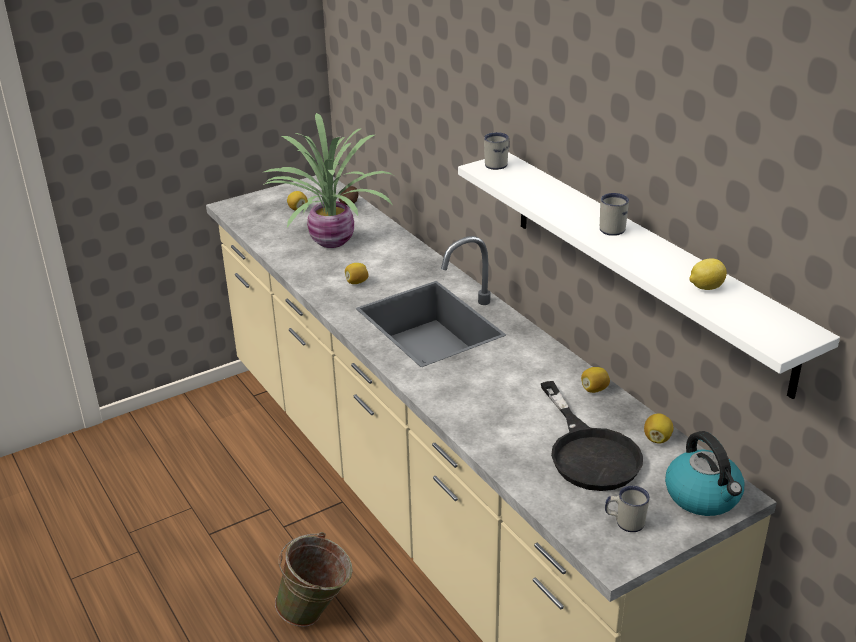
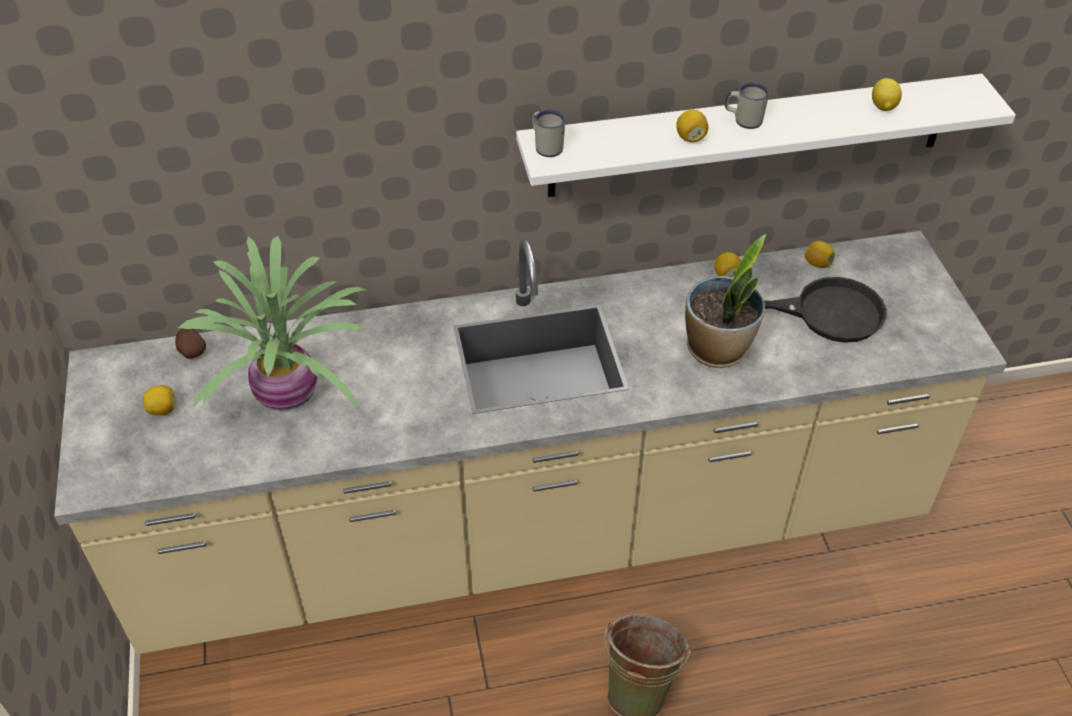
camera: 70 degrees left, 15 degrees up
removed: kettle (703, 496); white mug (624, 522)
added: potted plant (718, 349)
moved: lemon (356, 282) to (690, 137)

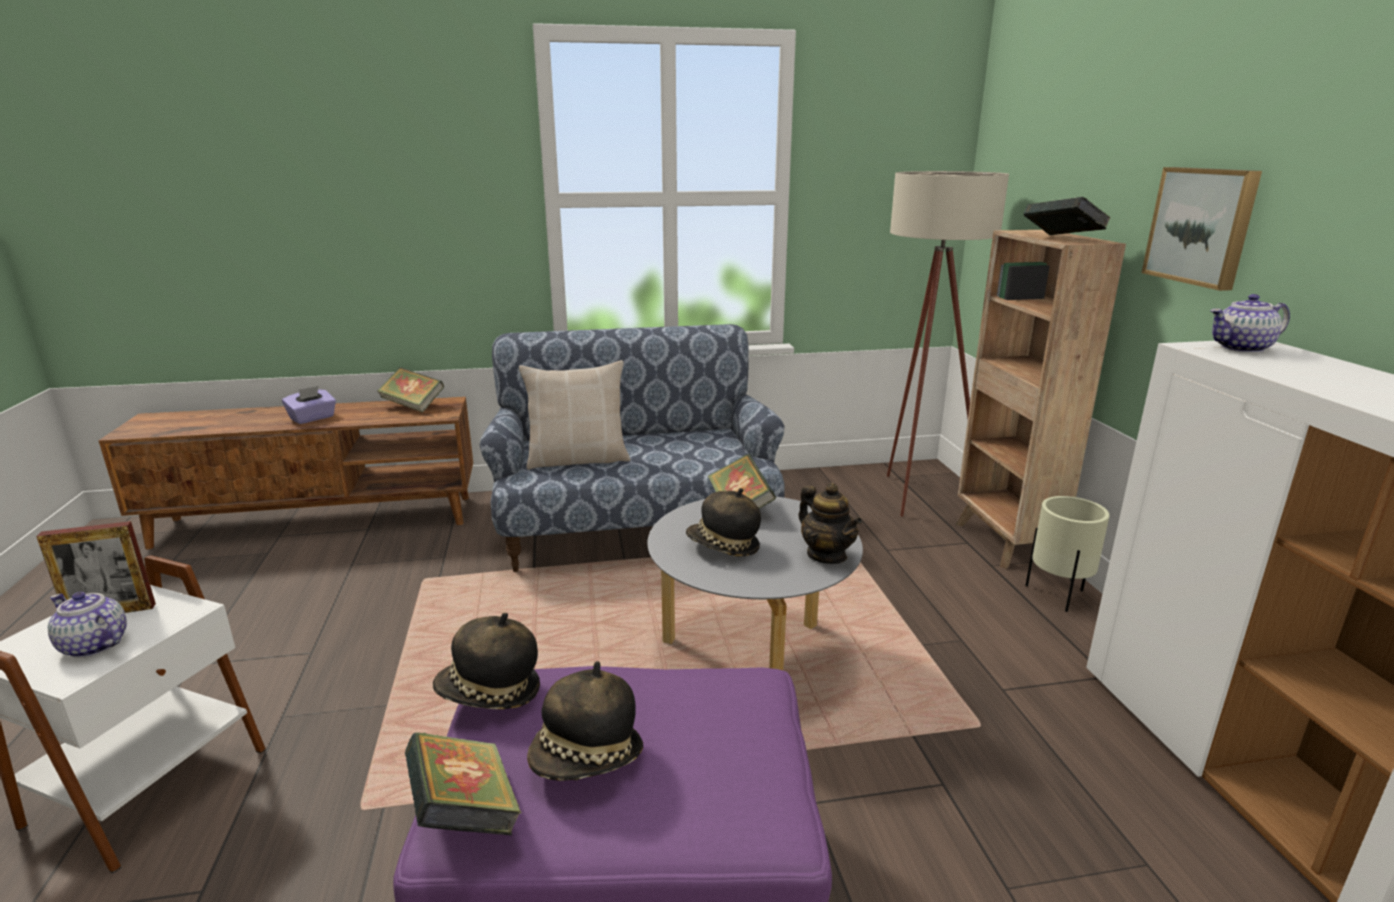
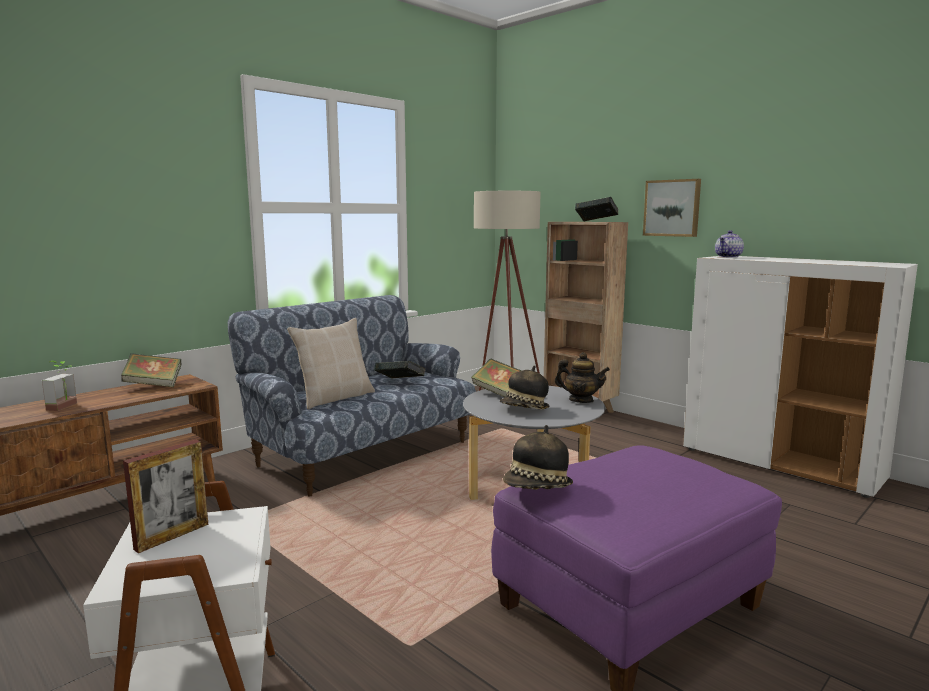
camera: 35 degrees left, 10 degrees down
removed: beige planter (1058, 596); teapot (93, 645); hat (587, 759)
moved: book (465, 814) to (400, 383)
replaced: purple tissue box (313, 418) to potted plant (66, 407)

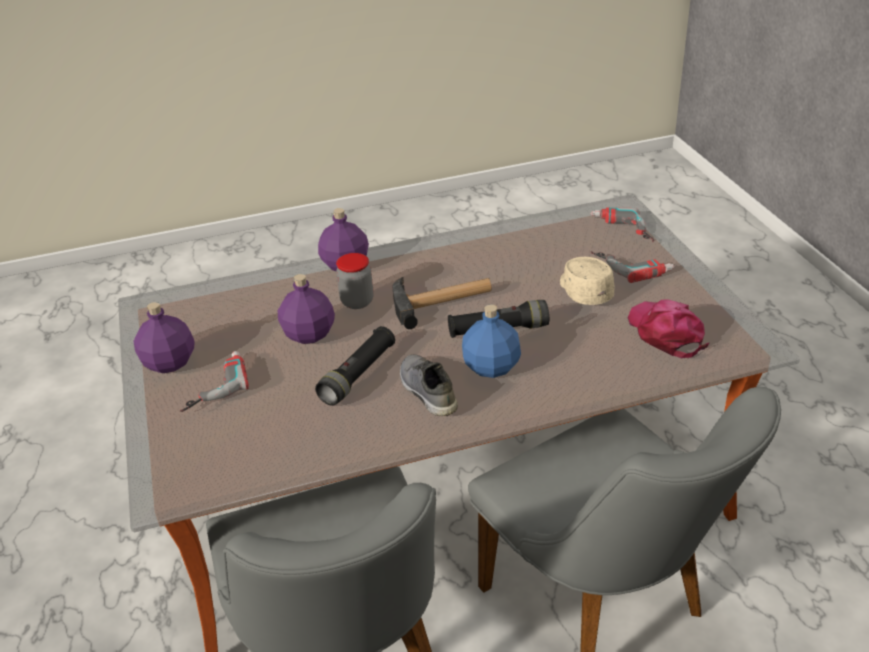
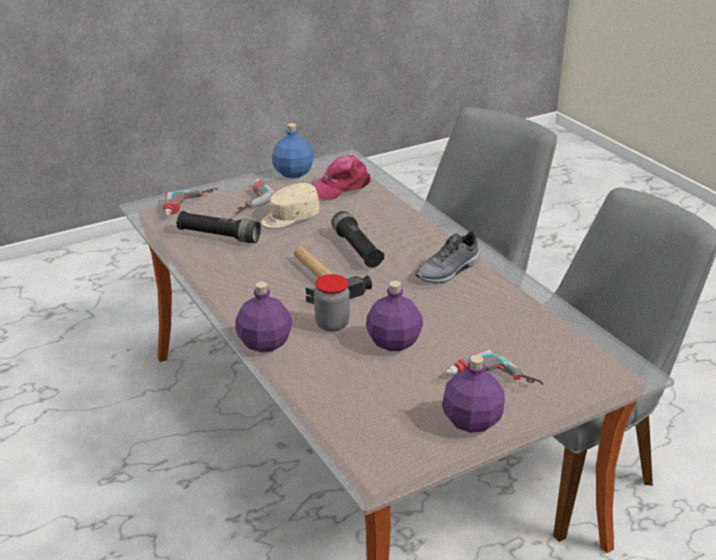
camera: 105 degrees left, 5 degrees down
moved: blue bottle (491, 367) to (294, 173); black flashlight (358, 375) to (219, 236)

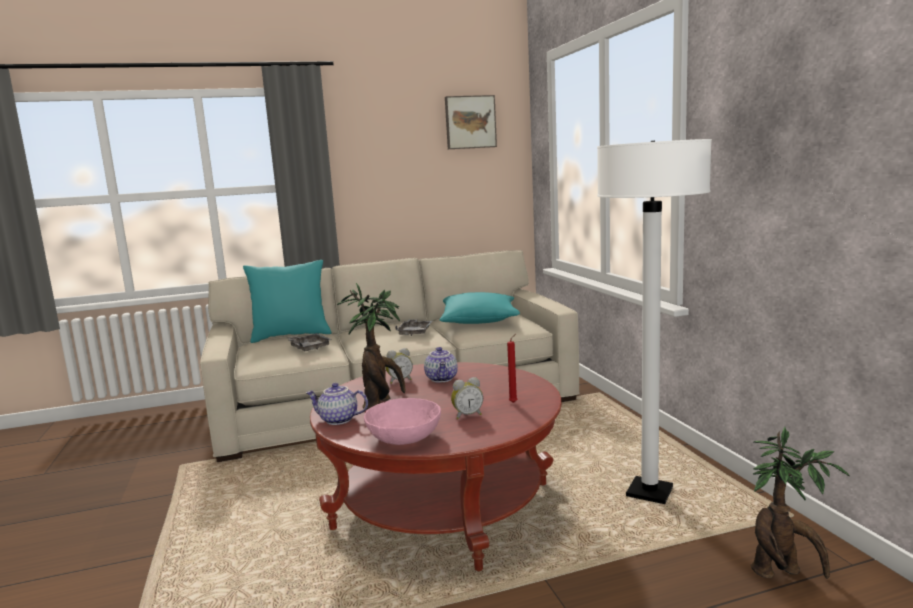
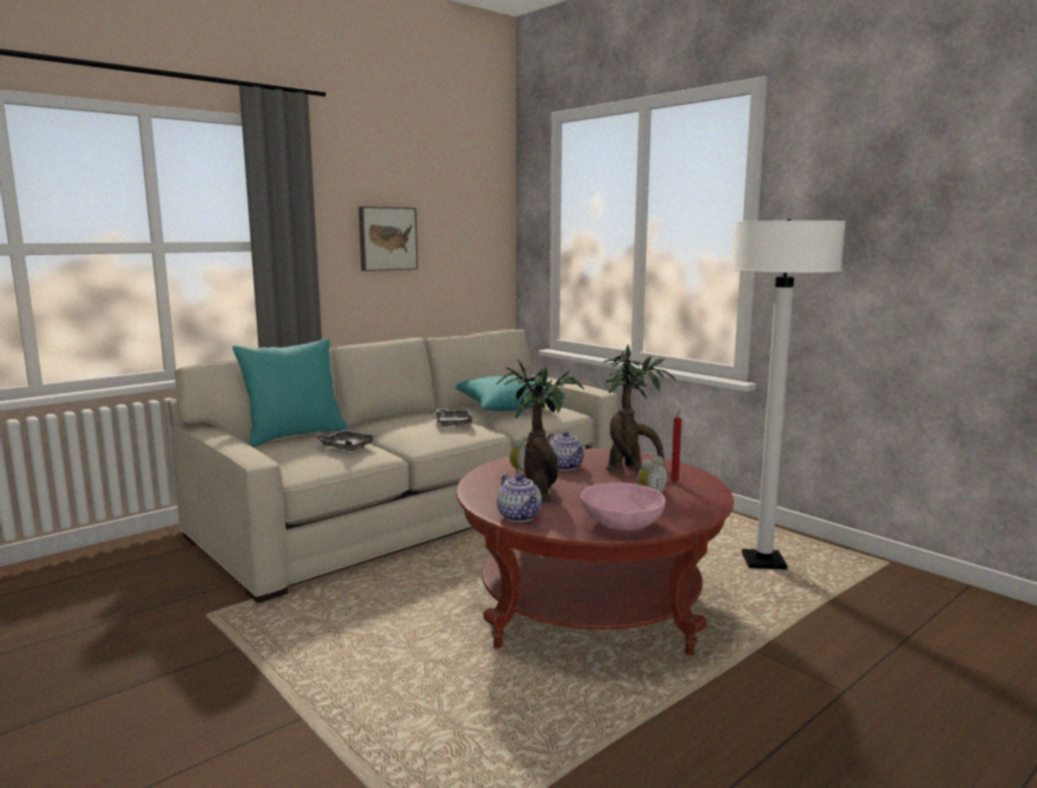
camera: 25 degrees left, 0 degrees up
moved: picture (470, 122) to (387, 238); potted plant (783, 572) to (630, 469)
turned: teapot (338, 420) = (520, 516) 105 degrees counterclockwise

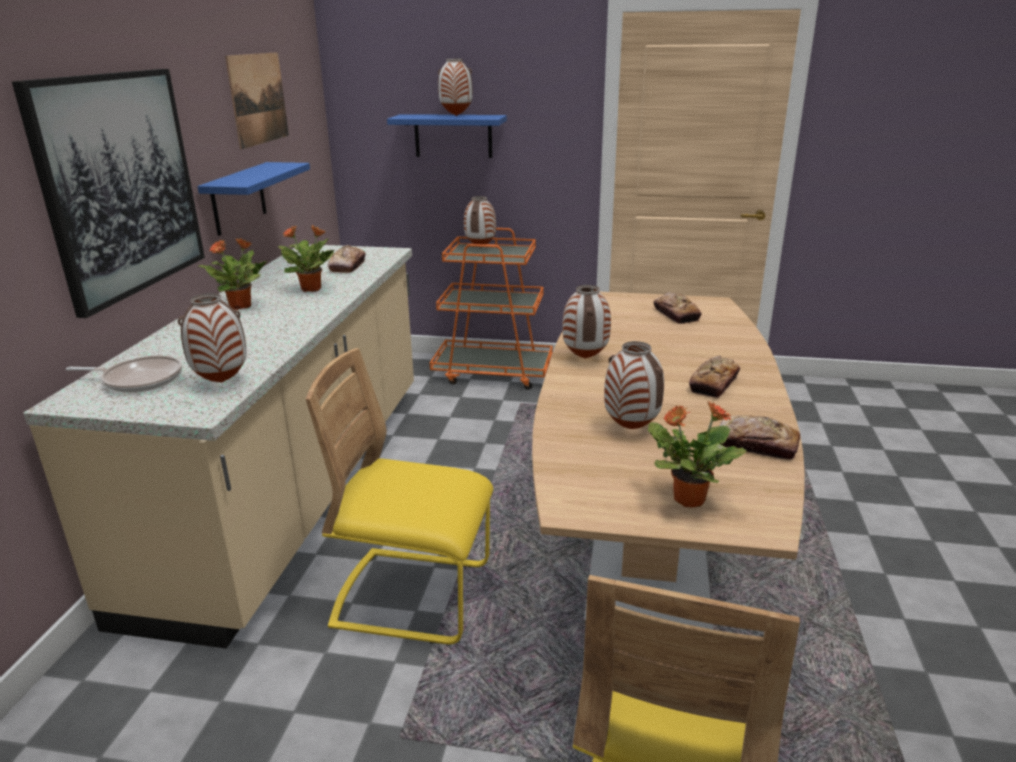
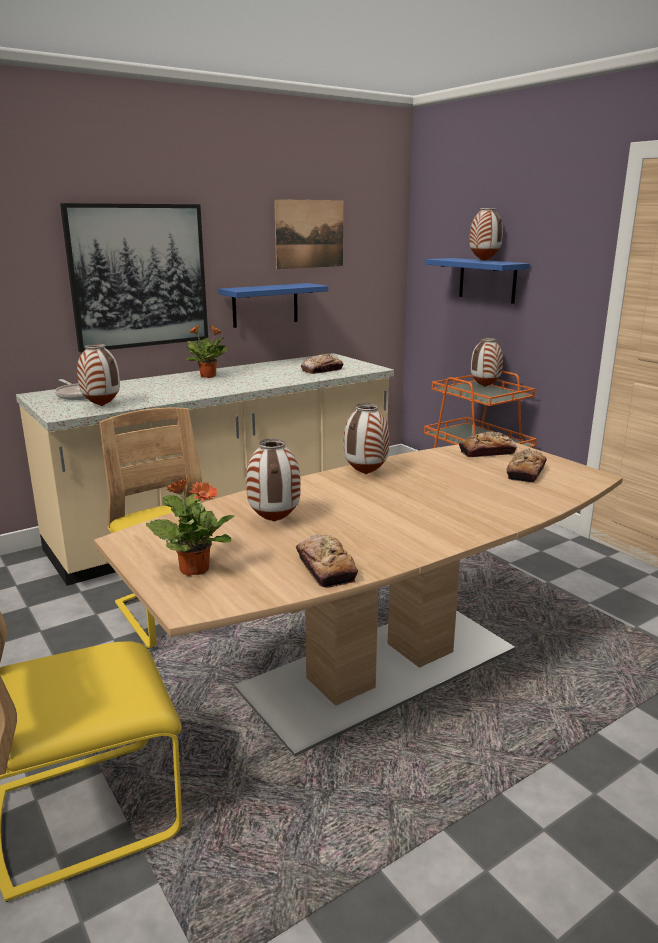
camera: 45 degrees right, 5 degrees down
removed: potted plant (312, 289)
moved: bread (713, 383) to (487, 452)

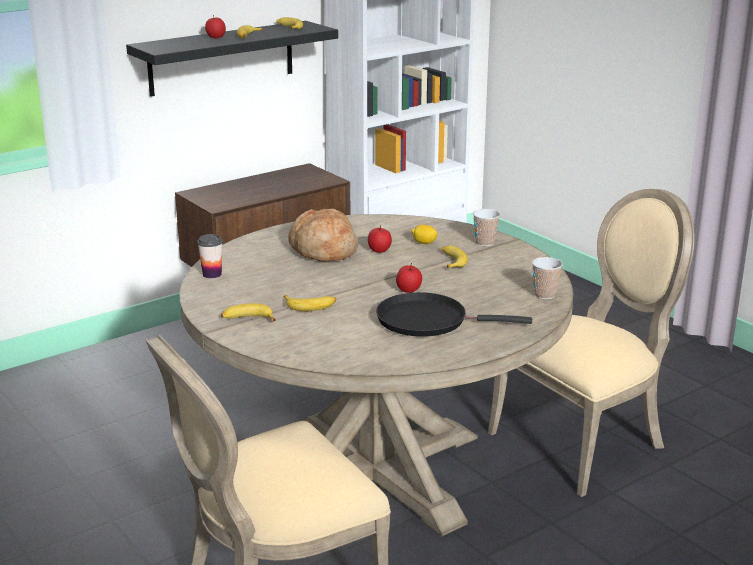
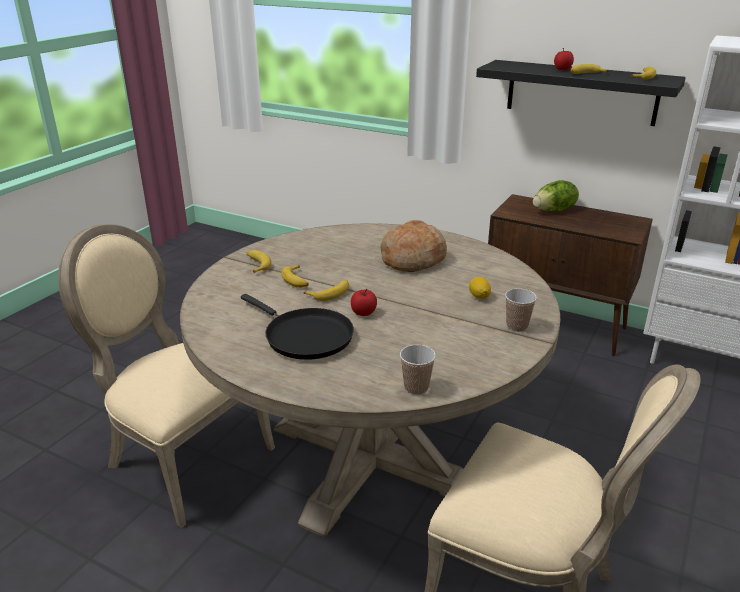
camera: 65 degrees right, 5 degrees up
removed: apple (379, 250); cup (212, 274)
added: lettuce (554, 210)
moved: banana (451, 261) to (330, 293)
turned: black frying pan (428, 321) = (304, 336) 150 degrees clockwise

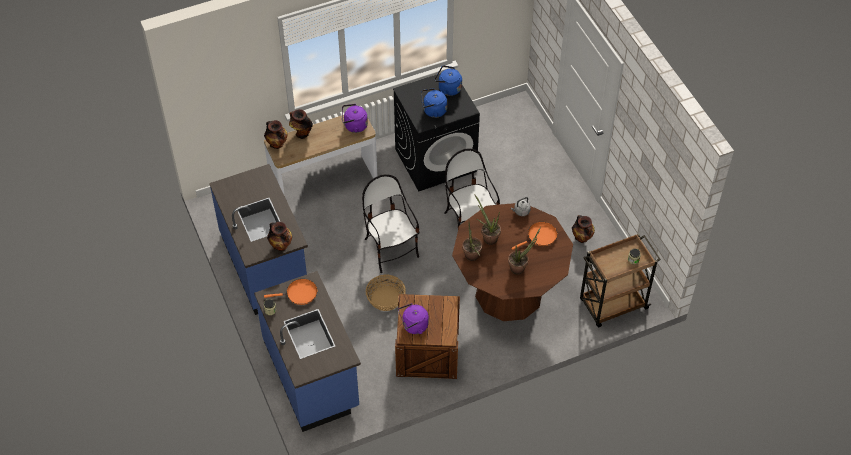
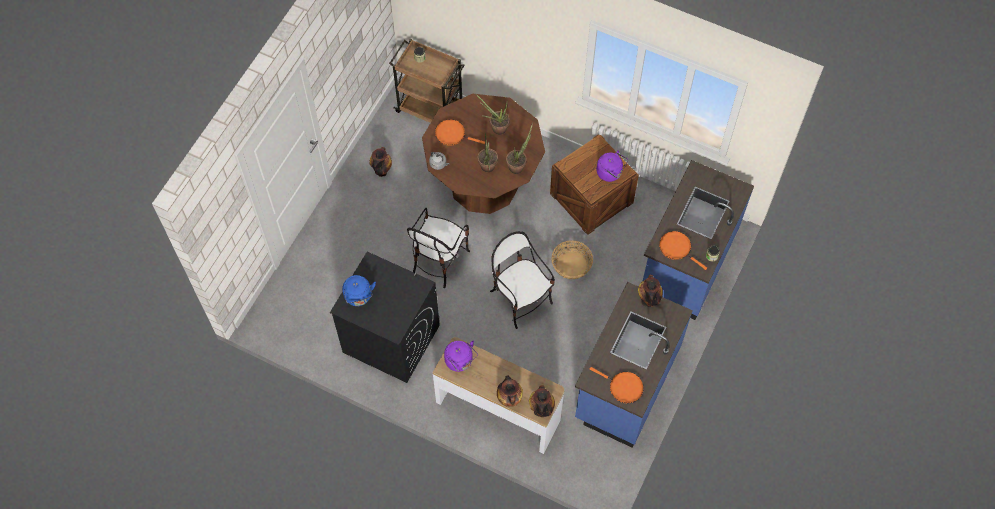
camera: 130 degrees left, 10 degrees up
removed: blue kettle (433, 111)
added: orange frying pan (623, 387)
turned: chair (390, 249) = (520, 299) 120 degrees clockwise

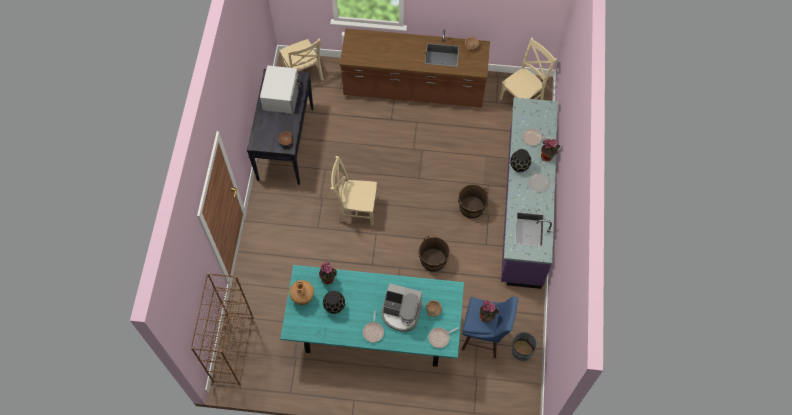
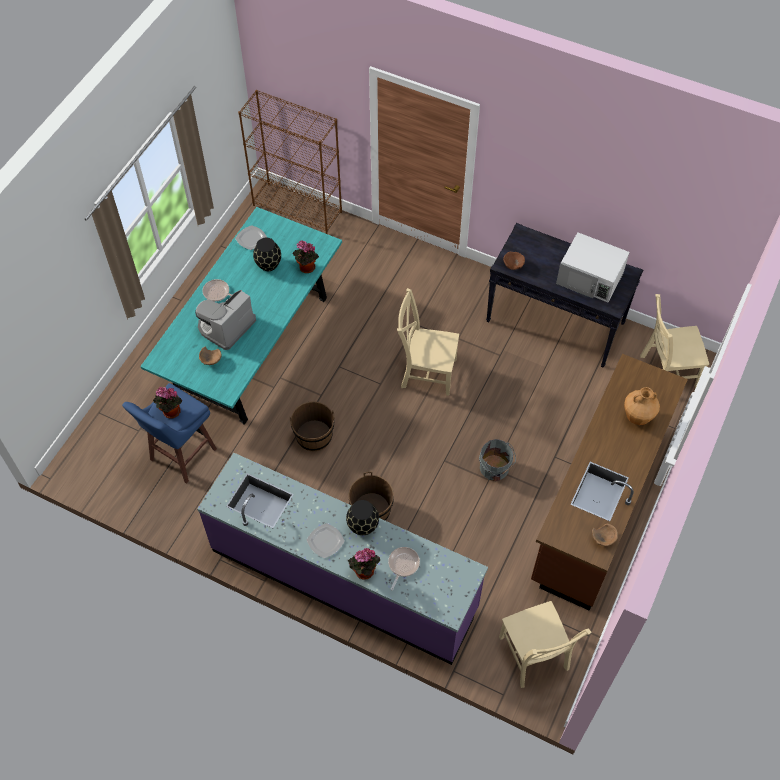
camera: 110 degrees right, 5 degrees down
removed: frying pan (440, 338)
added: plate (251, 238)
moved: brown vase (303, 298) to (637, 417); grey bucket (522, 349) to (495, 469)
turned: beige chair (355, 209) = (426, 372) 105 degrees counterclockwise

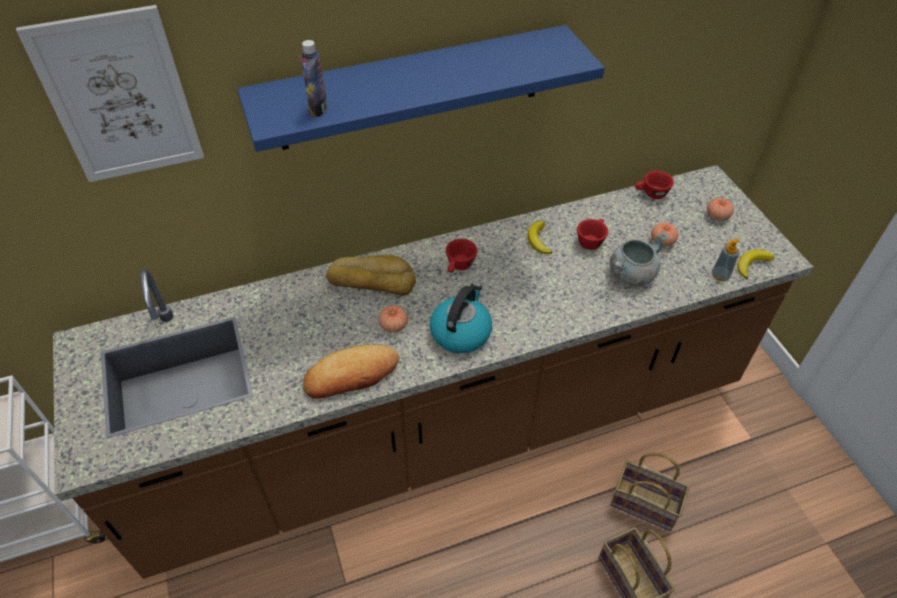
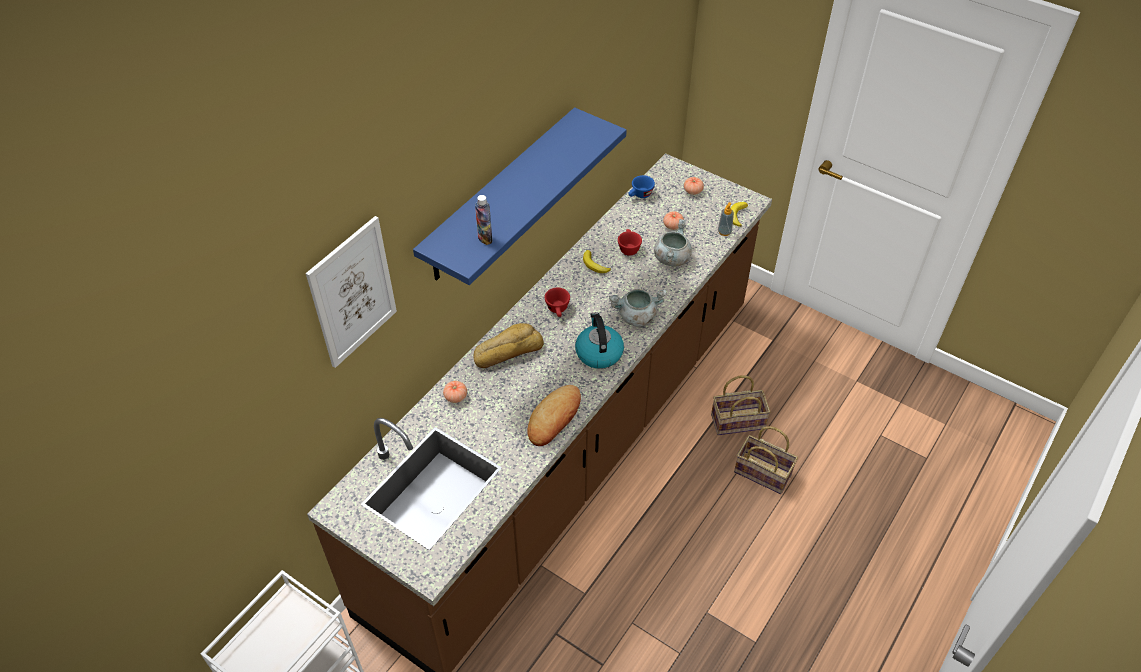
camera: 35 degrees left, 0 degrees up
added: grey cooking pot (636, 317)
moved: tomato (393, 325) to (455, 397)
recoloured: red cup (651, 194) to blue cup (640, 195)

